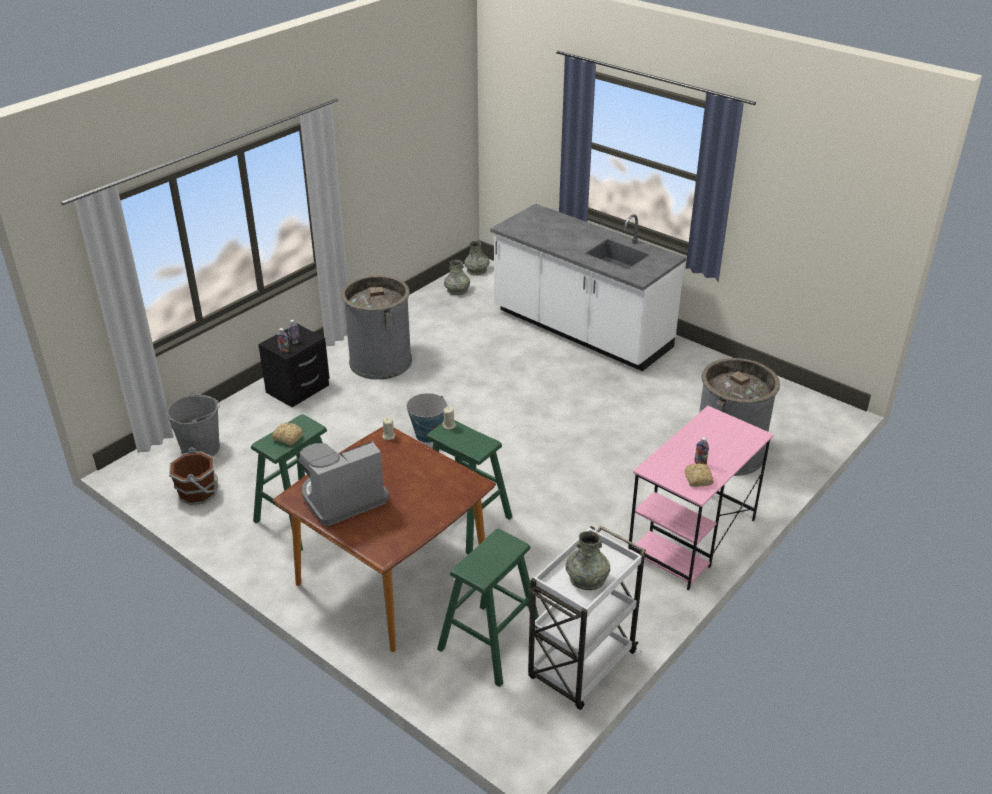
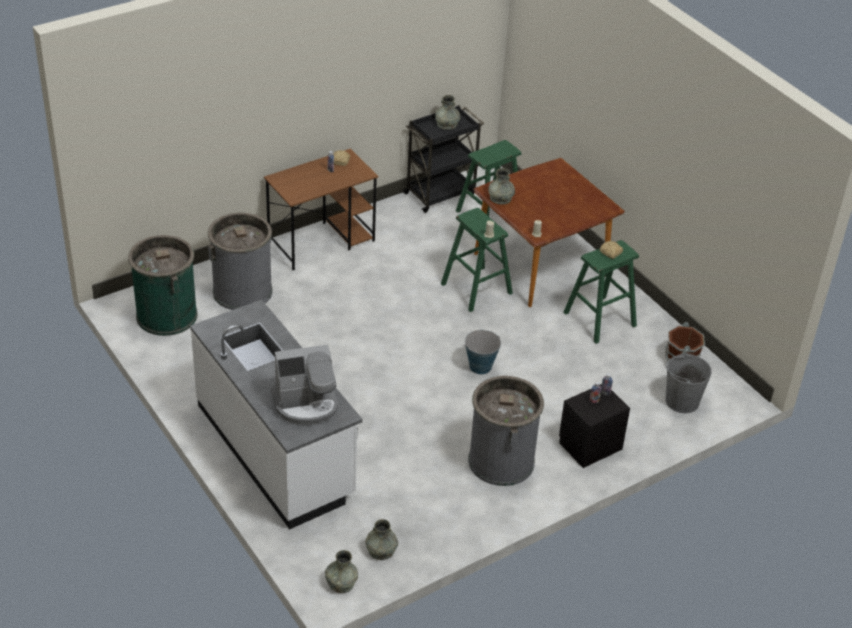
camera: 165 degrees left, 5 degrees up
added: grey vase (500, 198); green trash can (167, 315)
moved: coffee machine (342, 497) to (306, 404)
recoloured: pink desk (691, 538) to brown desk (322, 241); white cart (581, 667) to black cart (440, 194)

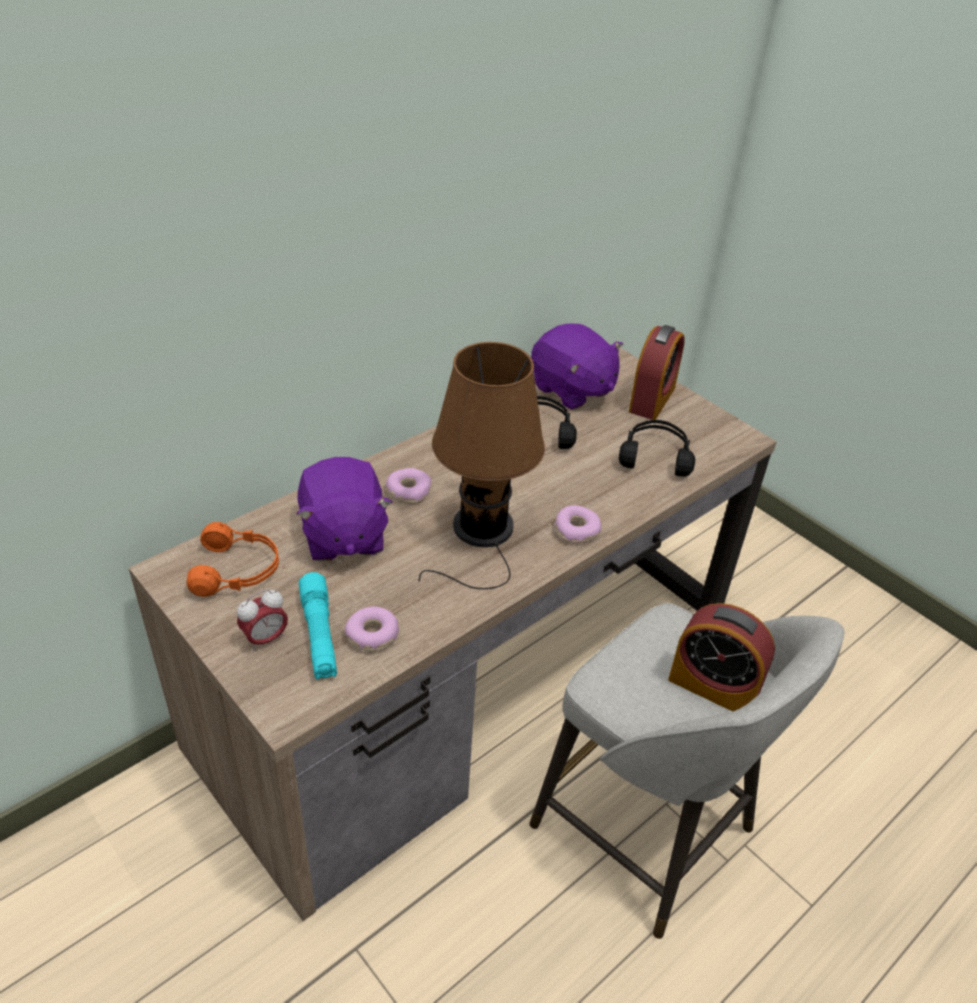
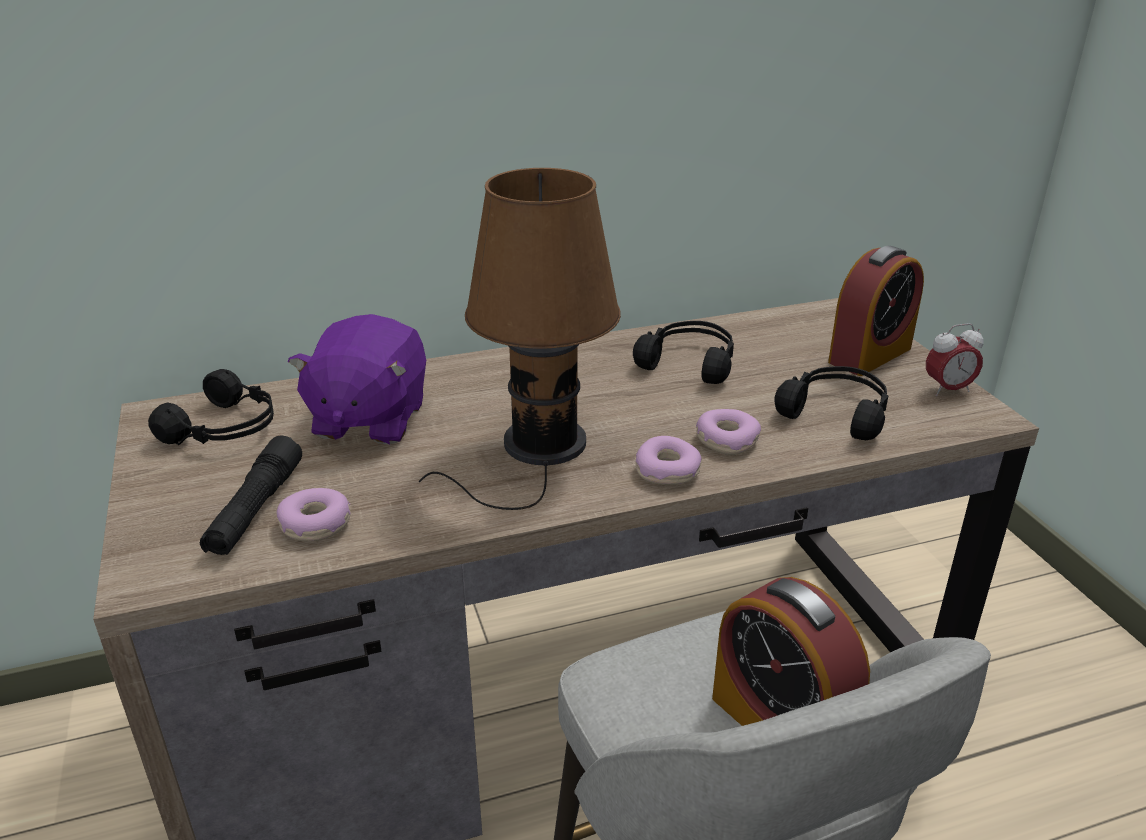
camera: 25 degrees right, 10 degrees down
removed: purple plush toy (572, 390)
moved: donut (408, 491) to (726, 440); alarm clock (265, 639) to (948, 390)
recoloured: orange headphones (238, 570) to black headphones (226, 428); turquoise flashlight (319, 634) to black flashlight (255, 509)

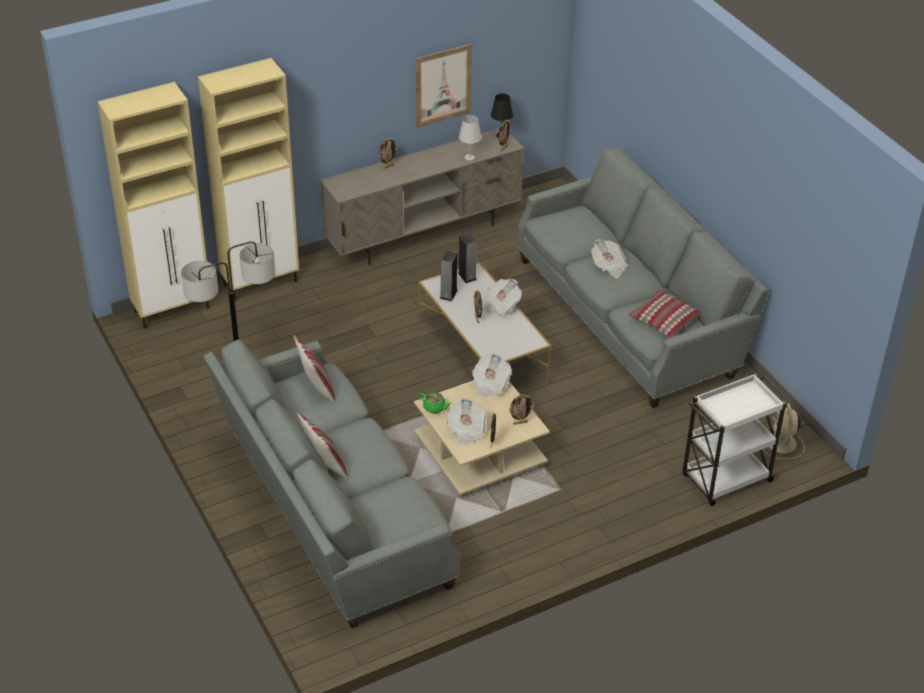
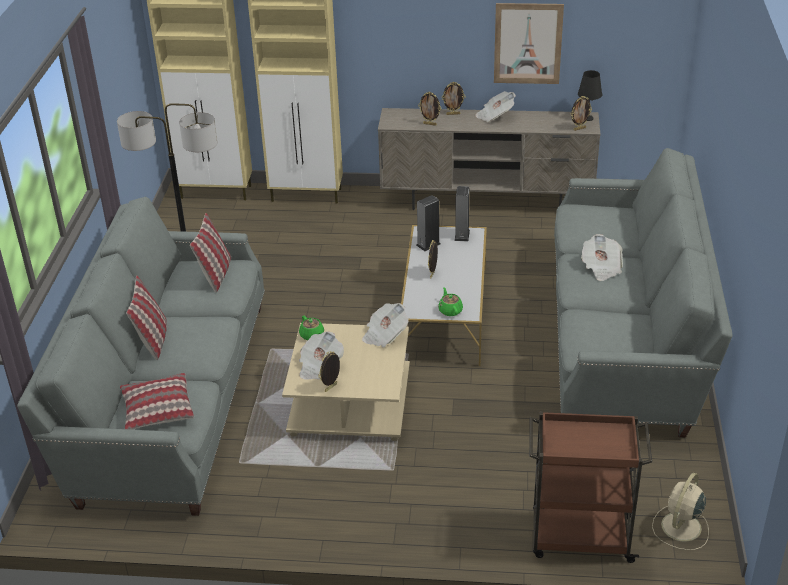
camera: 35 degrees right, 5 degrees down
removed: white table lamp (469, 158)
added: green teapot (450, 310)
moved: newspaper (500, 306) to (495, 116); pillow (664, 321) to (157, 410); picture frame (520, 422) to (430, 124)
recoloured: white cart (725, 479) to brown cart (579, 537)

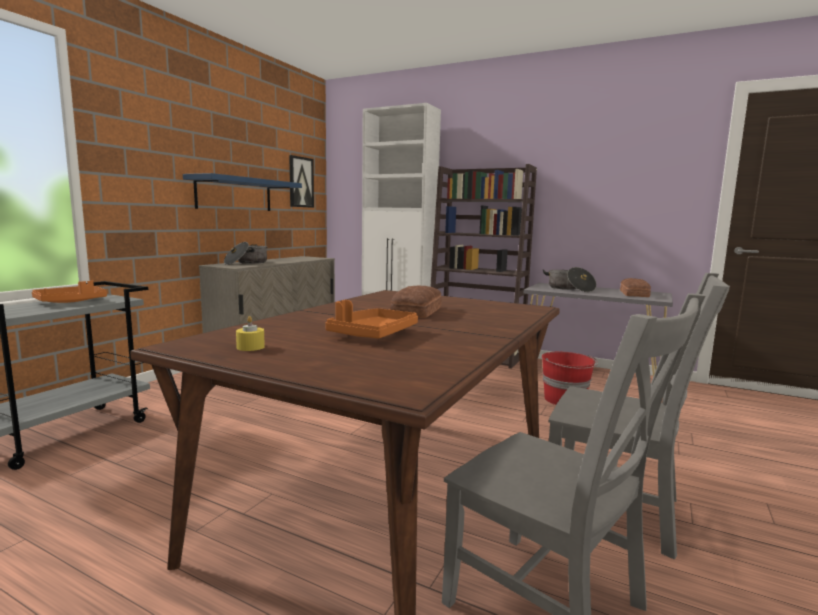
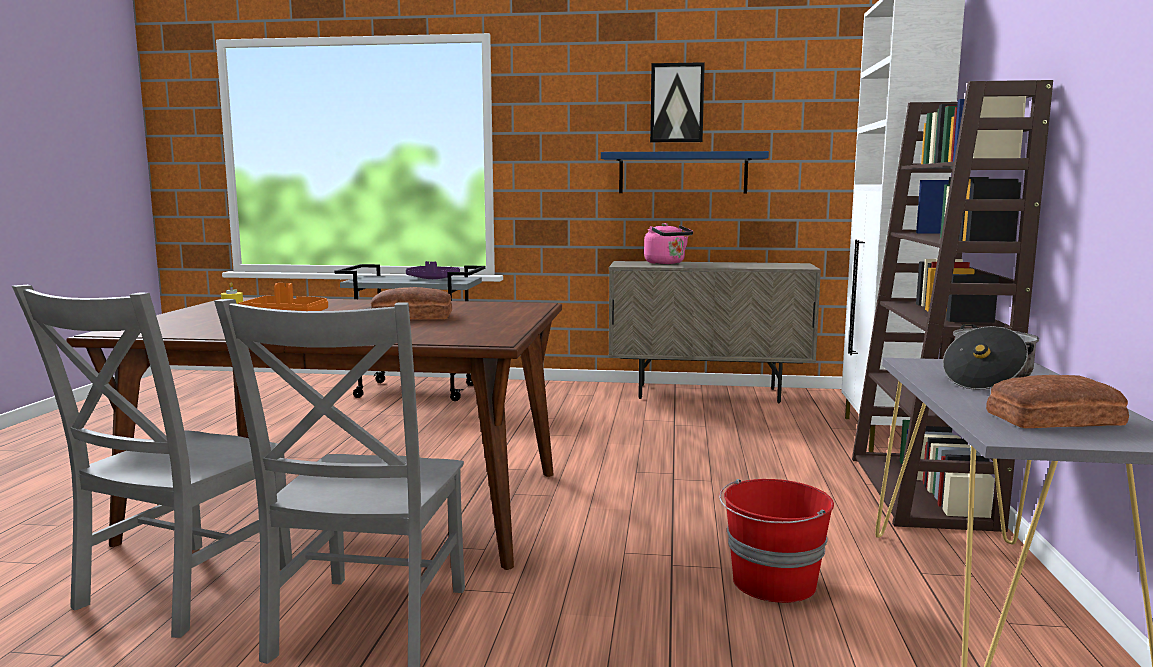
camera: 70 degrees right, 0 degrees up
moved: picture (300, 182) to (677, 103)
replaced: cooking pot (246, 263) to pink kettle (666, 263)
recoloured: orange tray (71, 302) to purple tray (432, 279)

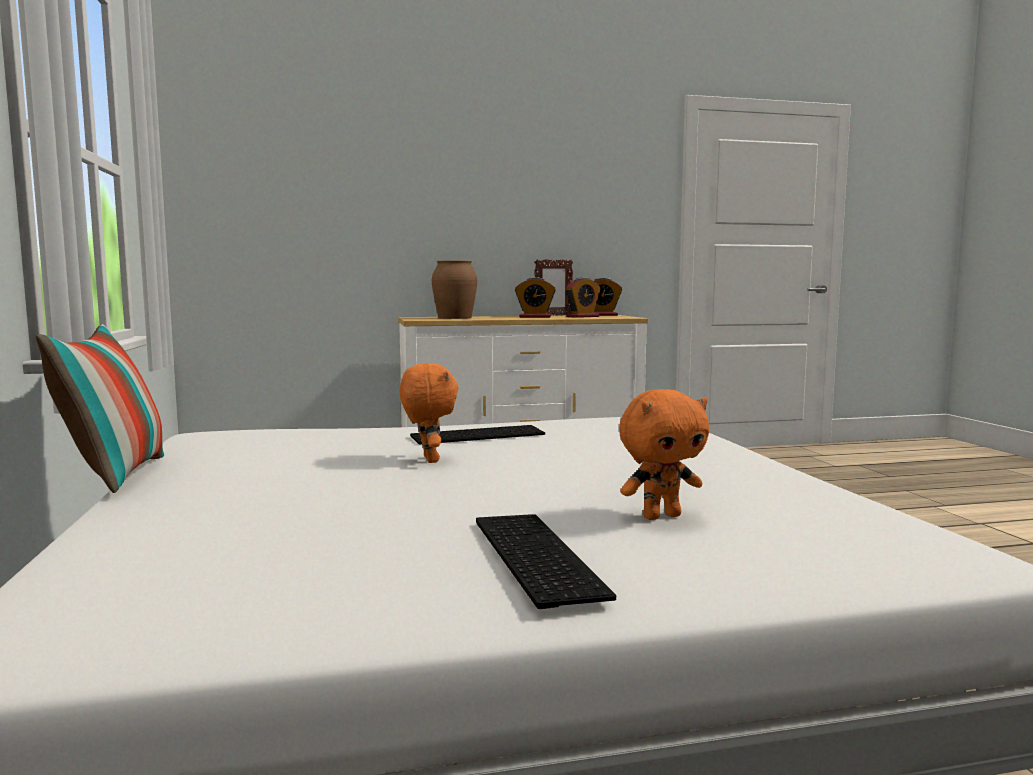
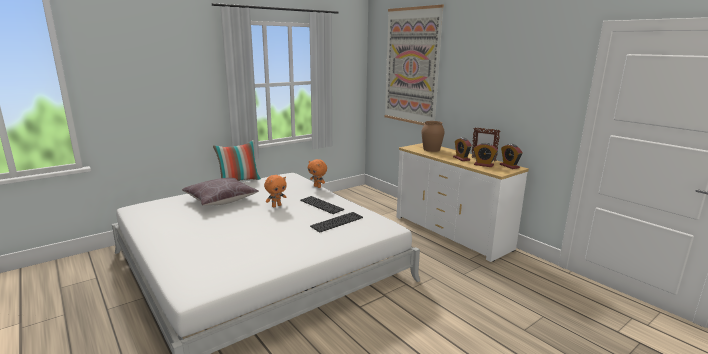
camera: 65 degrees right, 10 degrees up
added: picture (411, 66); brown pillow (221, 200)
moved: orange plush toy (661, 516) to (317, 187); keyboard (531, 555) to (337, 221)

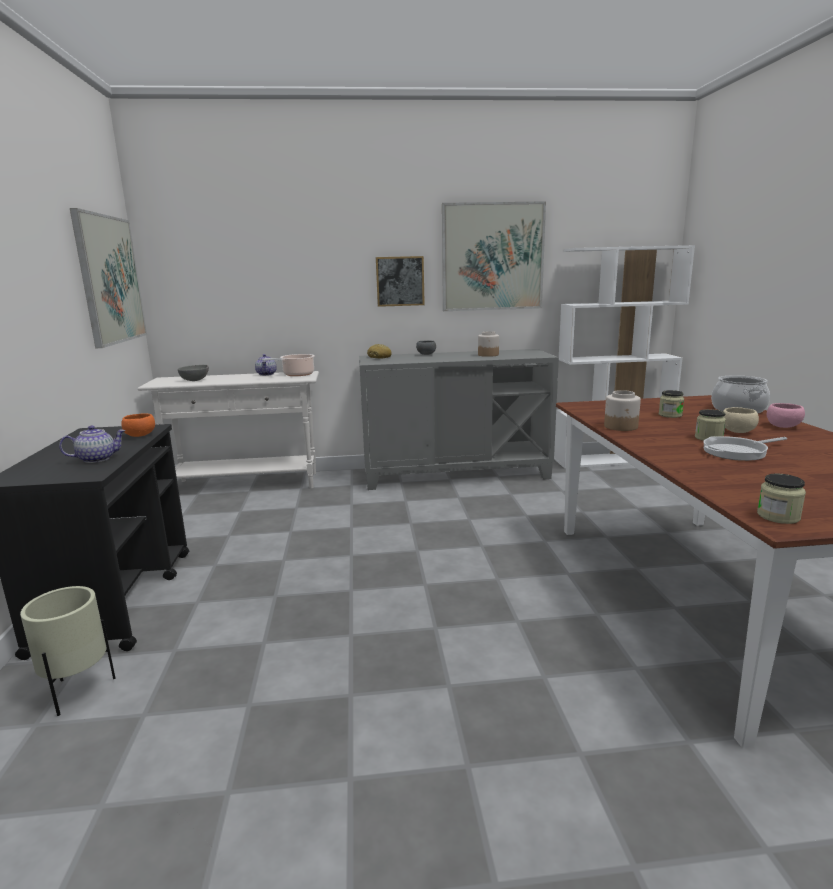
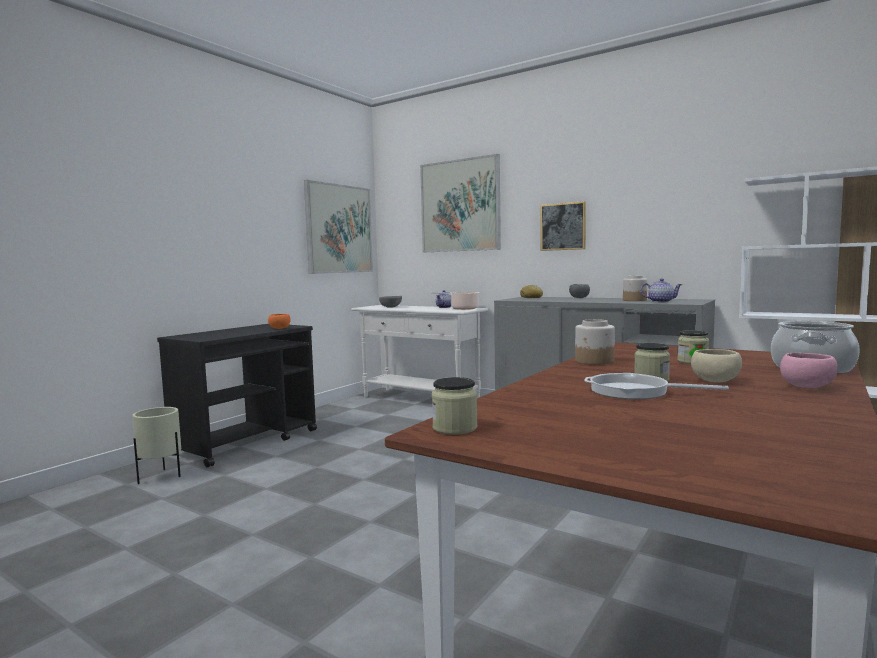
camera: 40 degrees right, 10 degrees down
moved: picture (492, 257) to (460, 206); teapot (97, 459) to (661, 301)

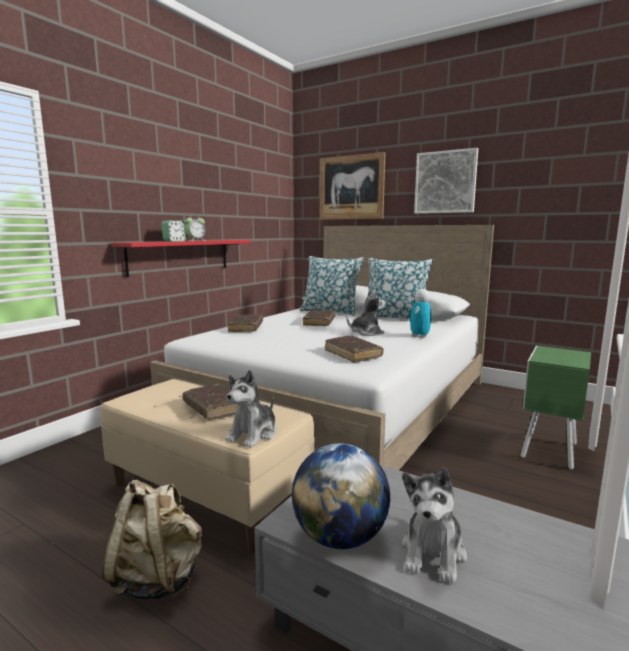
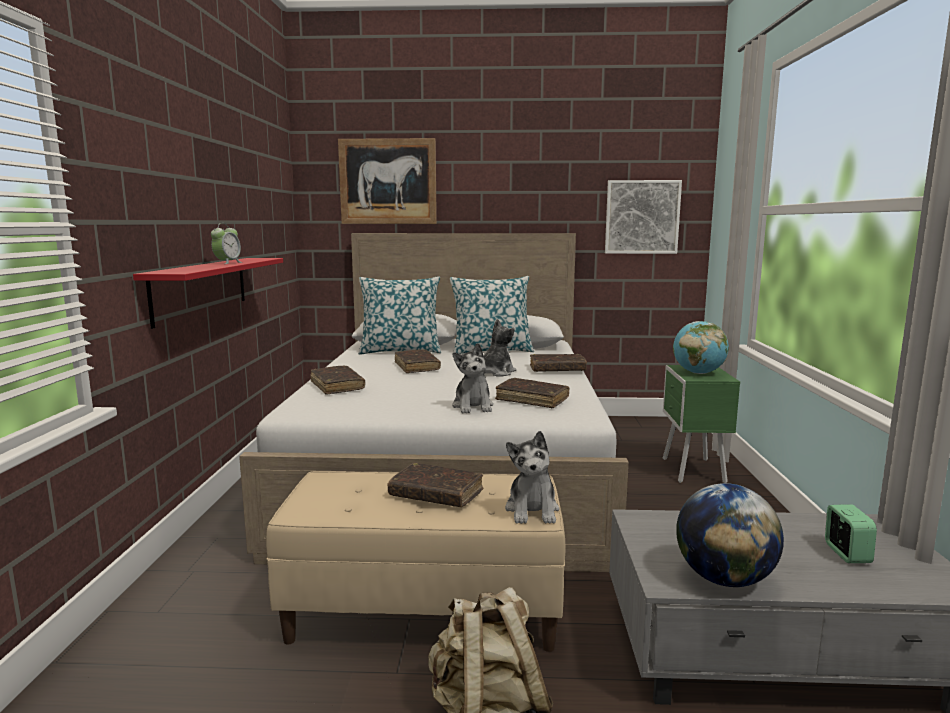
camera: 30 degrees left, 0 degrees up
added: globe (698, 373)
moved: picture (445, 182) to (642, 217); alarm clock (174, 241) to (846, 554); plush toy (433, 553) to (473, 406)
replaced: toy robot (419, 336) to brown book (557, 369)

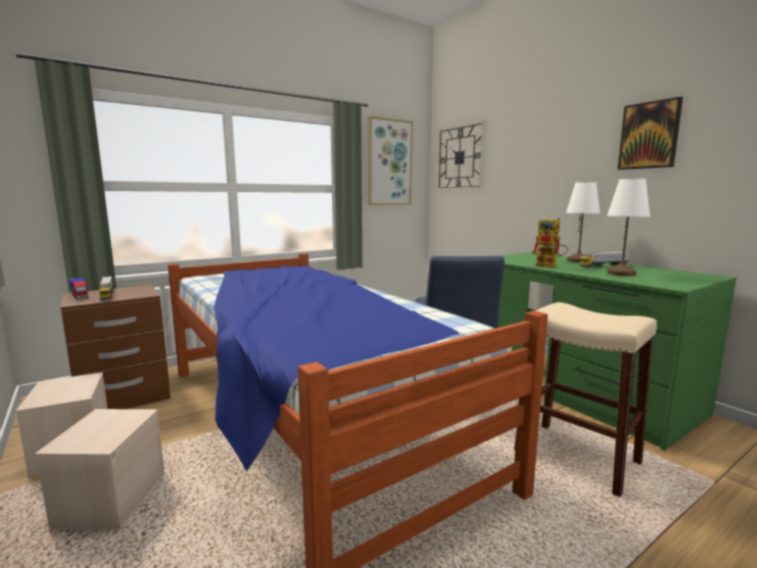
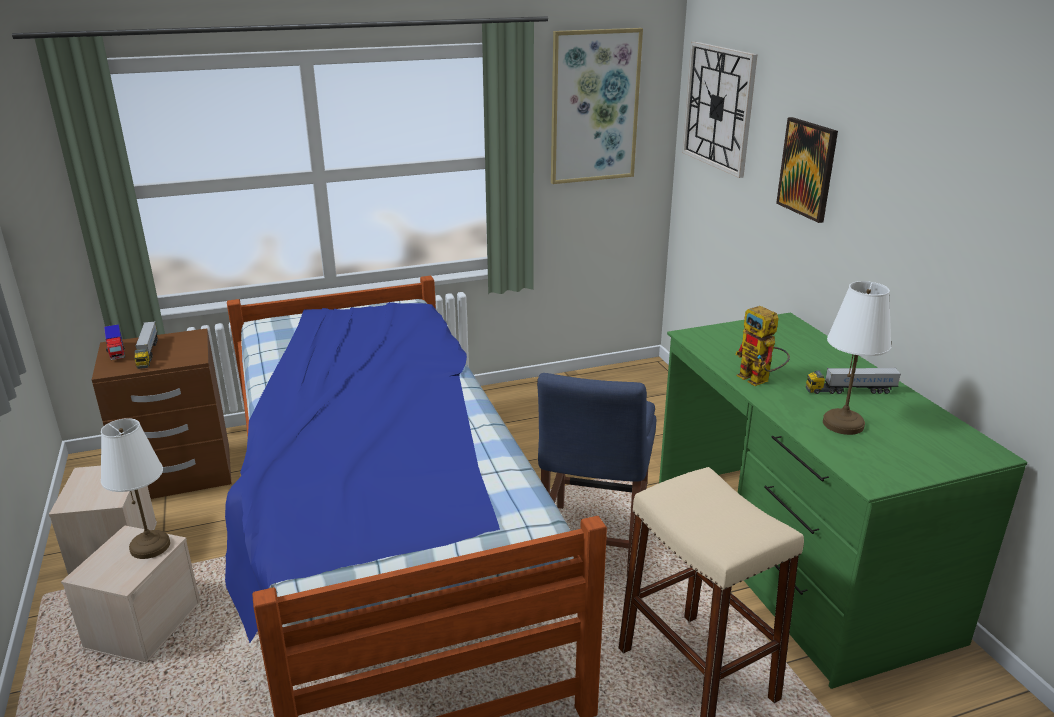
camera: 15 degrees right, 15 degrees up
moved: picture (649, 135) to (807, 169); white table lamp (578, 261) to (151, 546)

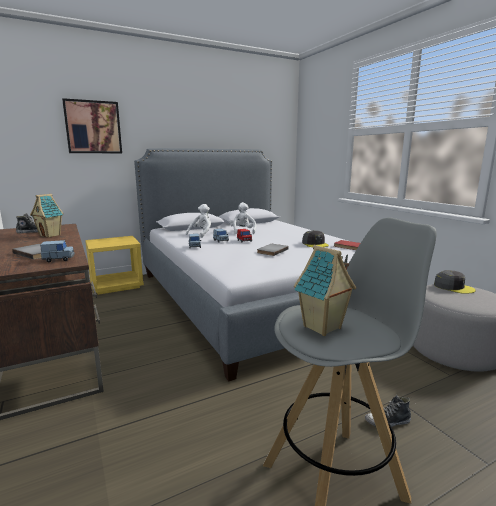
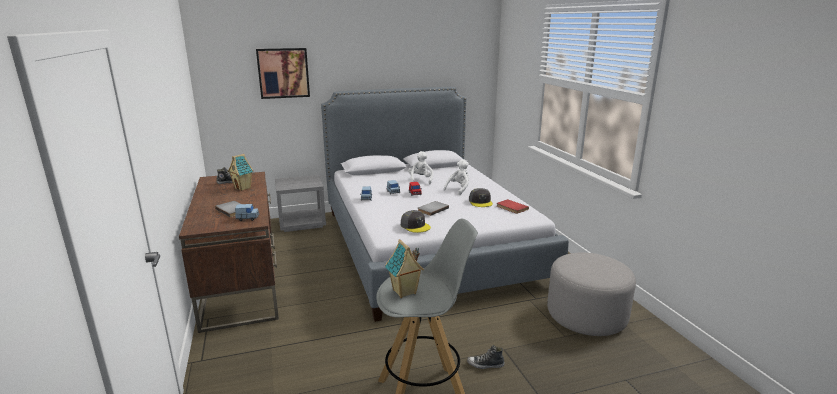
camera: 10 degrees right, 5 degrees up
moved: white plush toy (201, 234) to (458, 189); grey cap (453, 287) to (415, 226)
recoloured: yellow nightstand (117, 285) to grey nightstand (302, 223)

